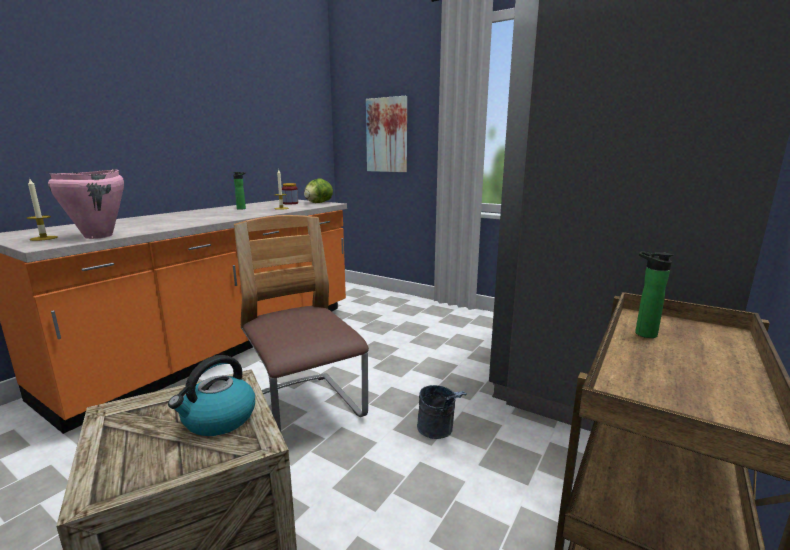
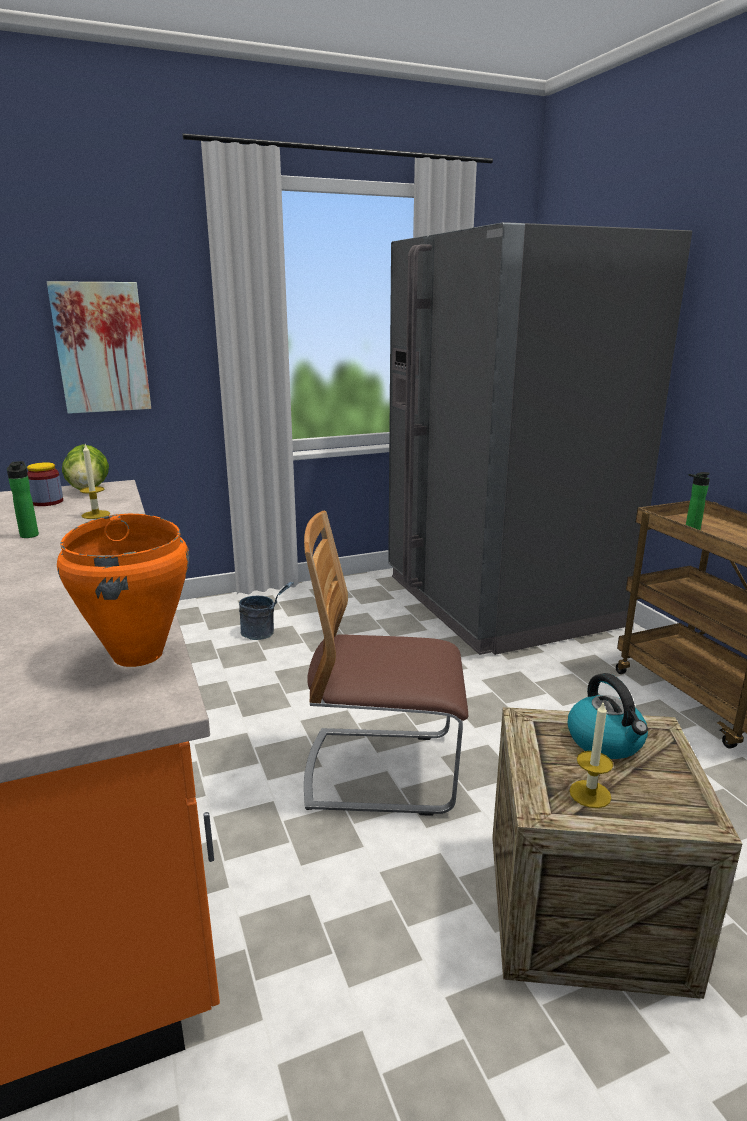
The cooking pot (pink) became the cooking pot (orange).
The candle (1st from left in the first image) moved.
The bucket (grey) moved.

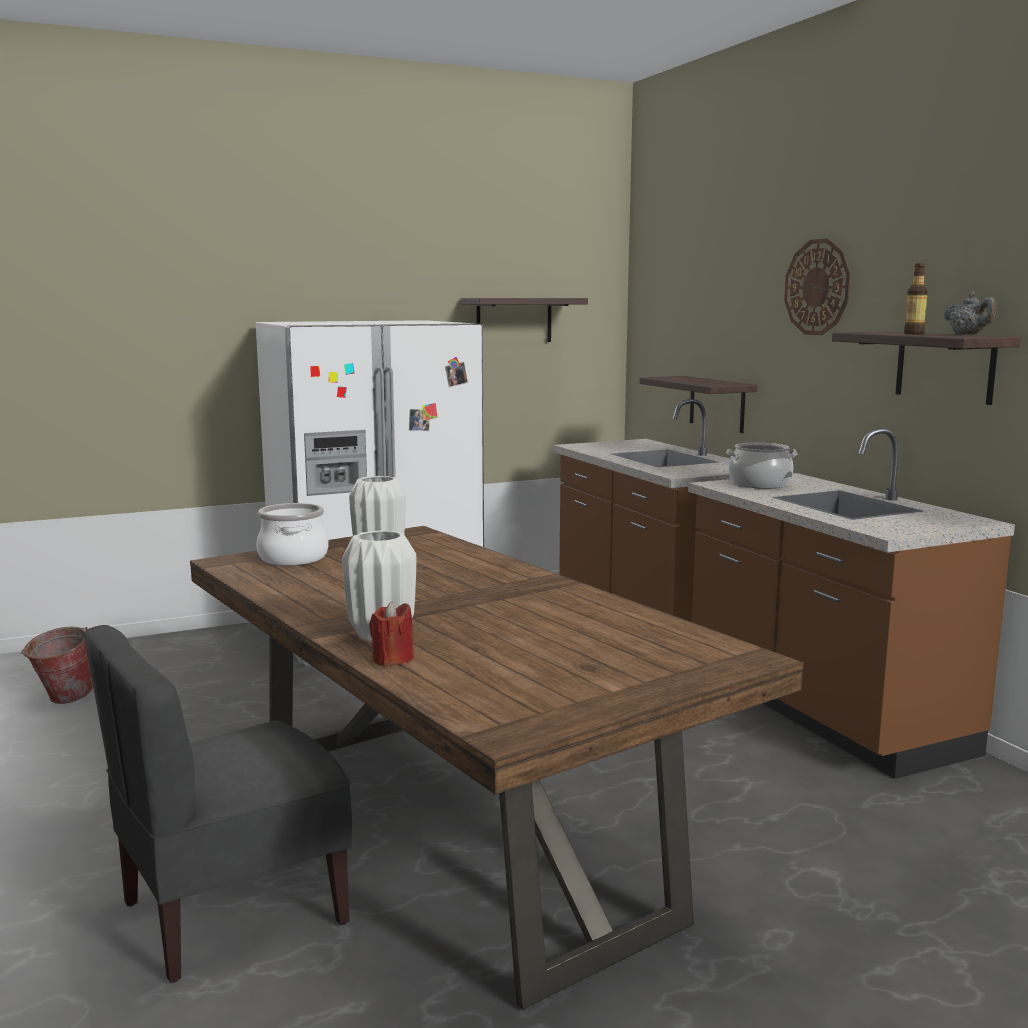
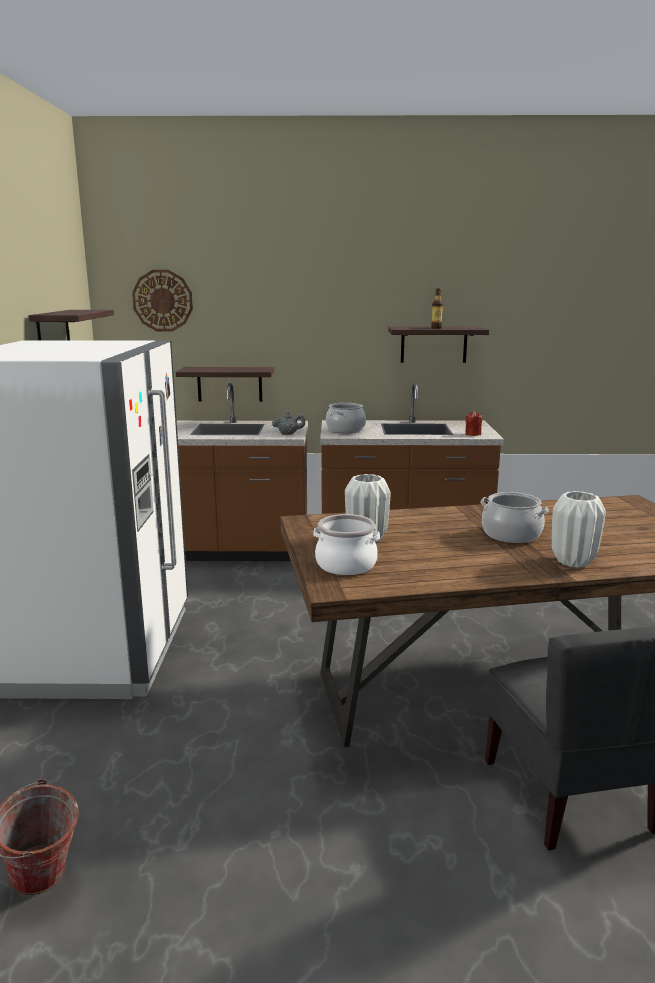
The wall clock moved.
The teapot (grey) moved.
The candle (red) moved.
The cooking pot (3rd from left) appeared.

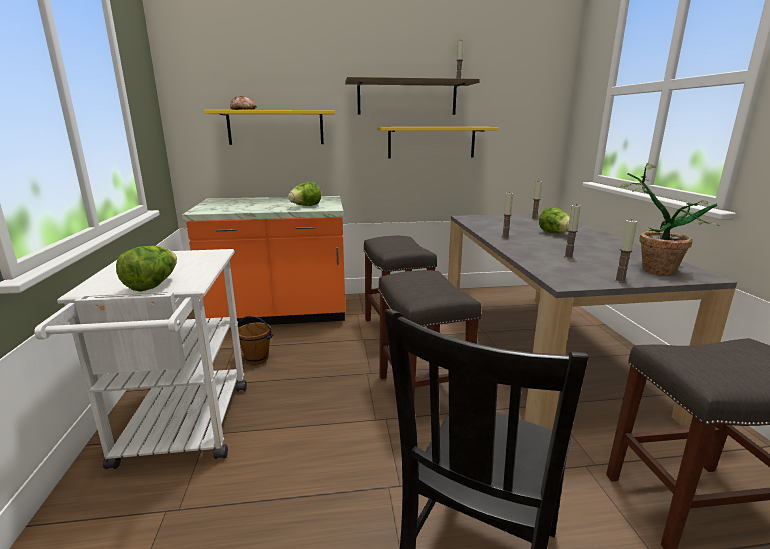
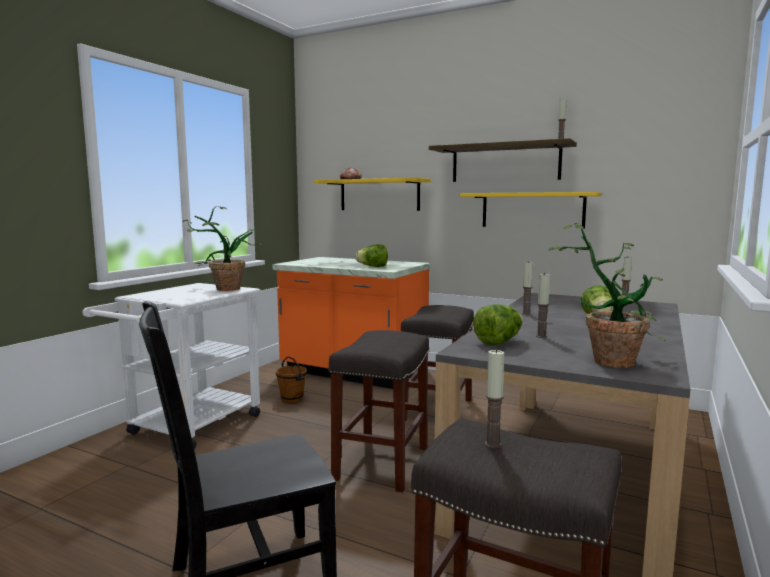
The candle (5th from left in the first image) moved.
The lettuce (1st from left in the first image) moved.
The potted plant (1st from left) appeared.

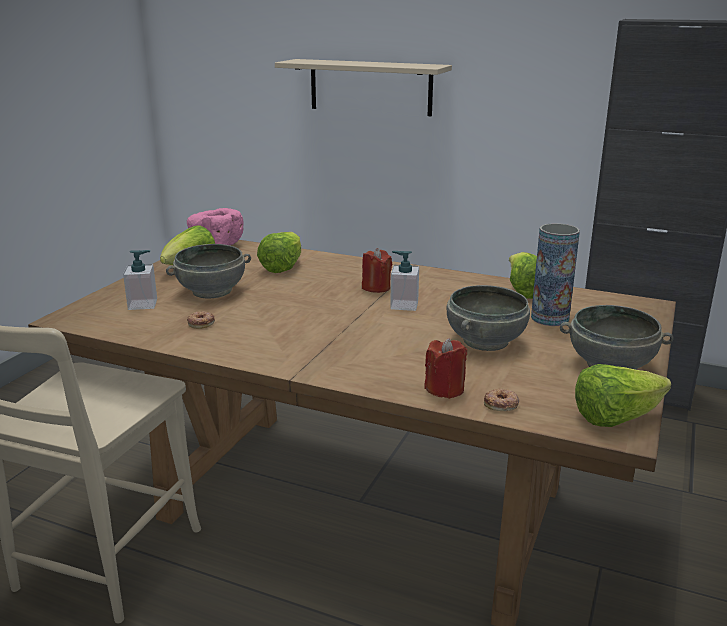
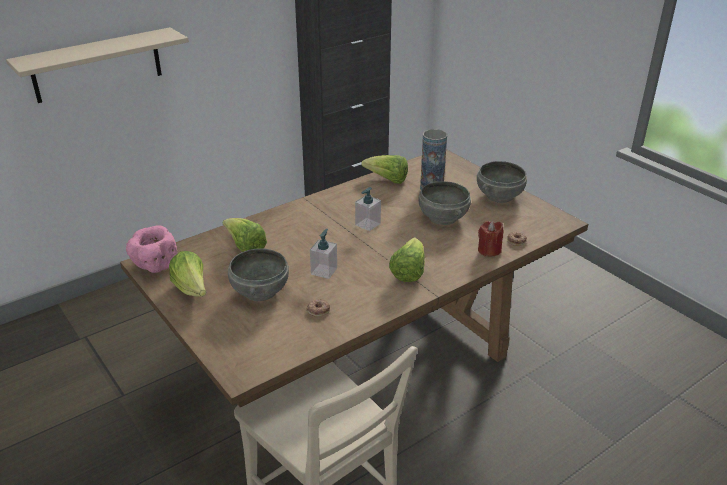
The candle (red) (1st from left) disappeared.
The soap dispenser (1st from left) moved.
The lettuce (4th from left) moved.

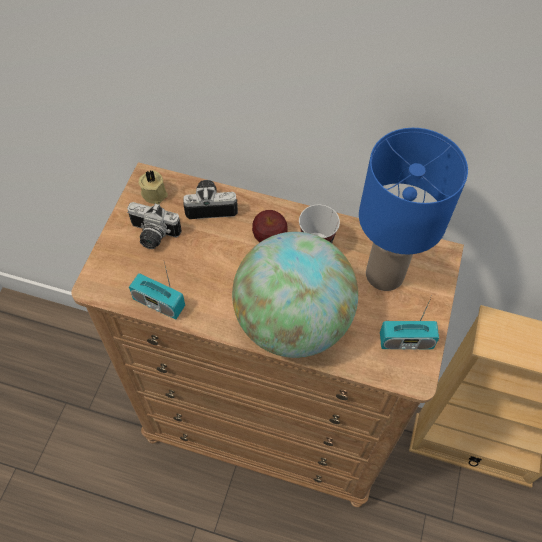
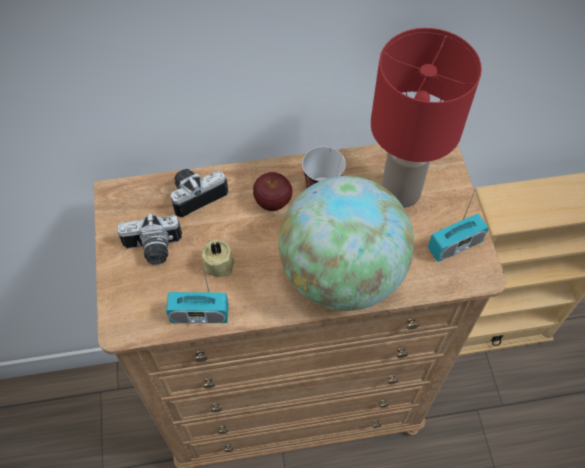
The table lamp (blue) became the table lamp (red).
The candle (beige) moved.

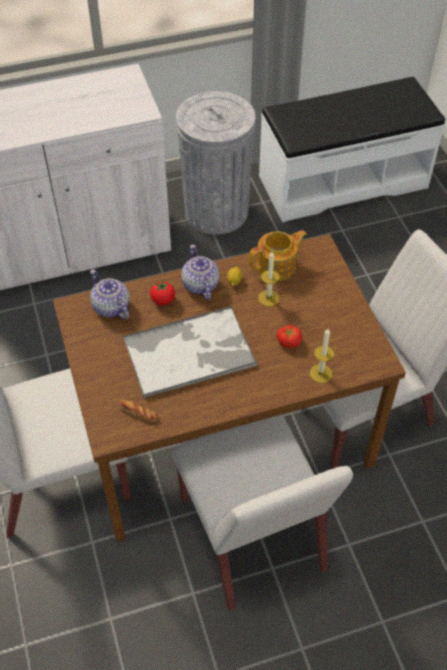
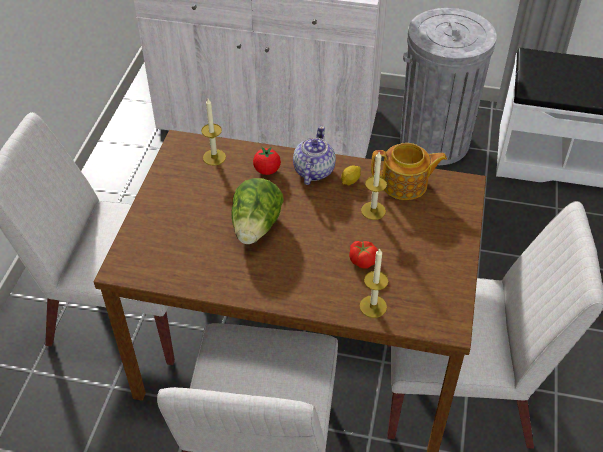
The teapot (1st from left) was replaced by the candle (1st from left).
The tray was replaced by the lettuce.
The bread disappeared.

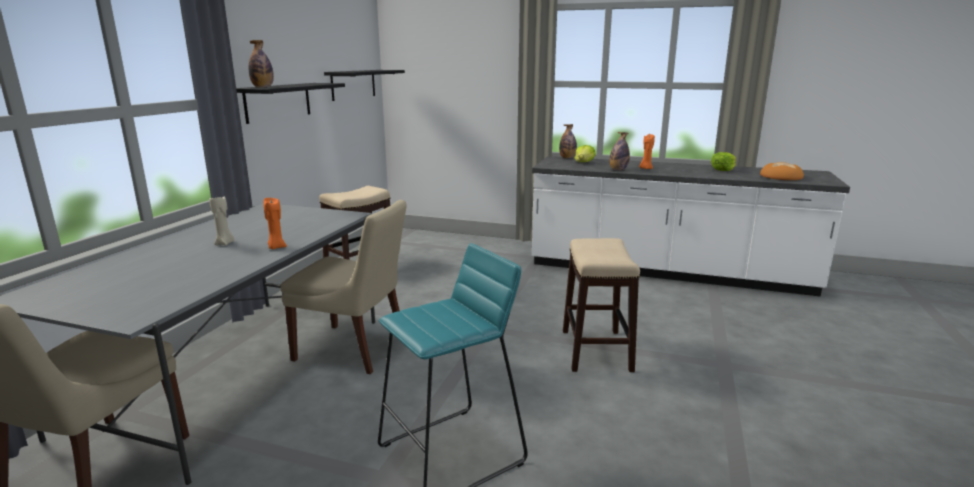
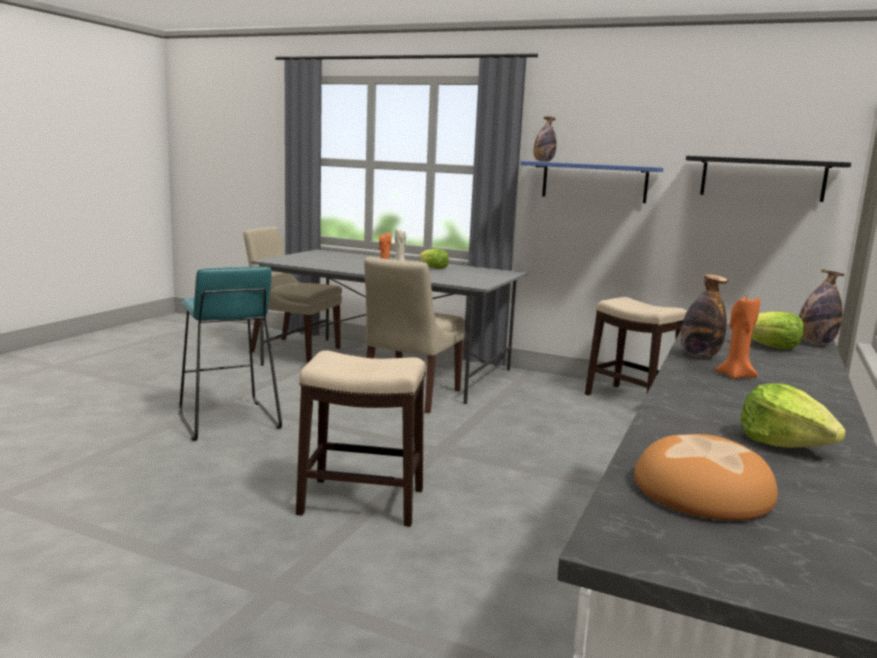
The shelf (black) (1st from left) became the shelf (blue).
The lettuce (1st from left) appeared.

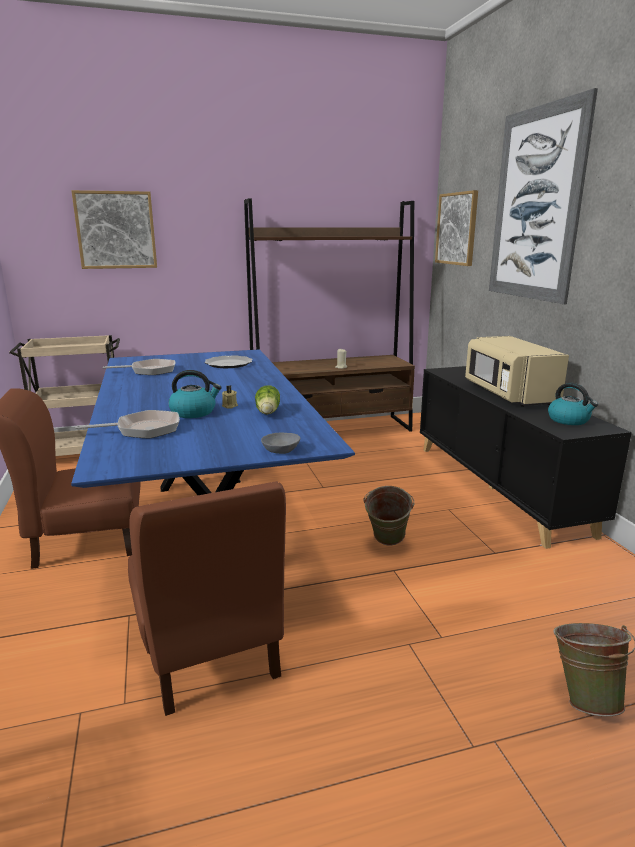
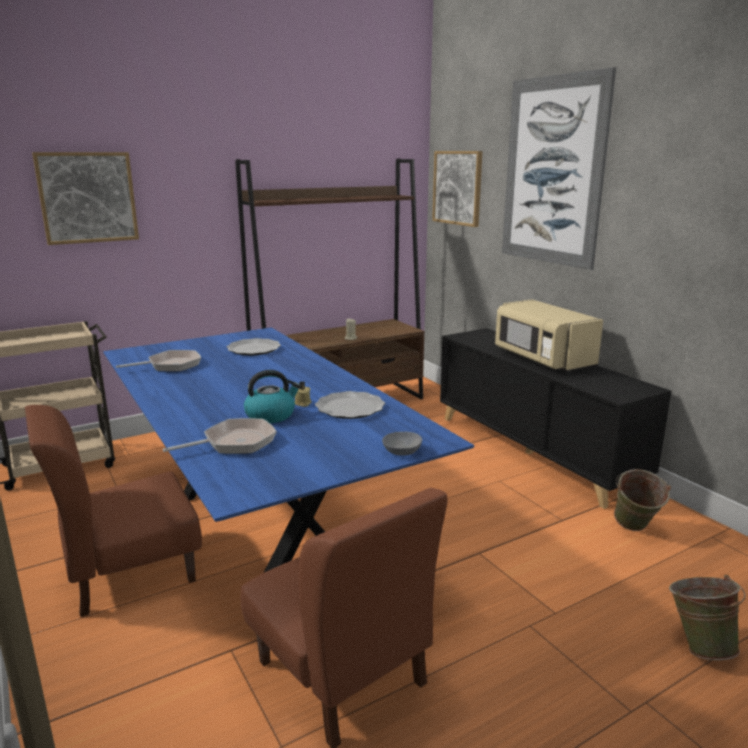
The kettle (2nd from left) disappeared.
The lettuce was replaced by the plate (2nd from left).
The bucket (green) (1st from left) moved.

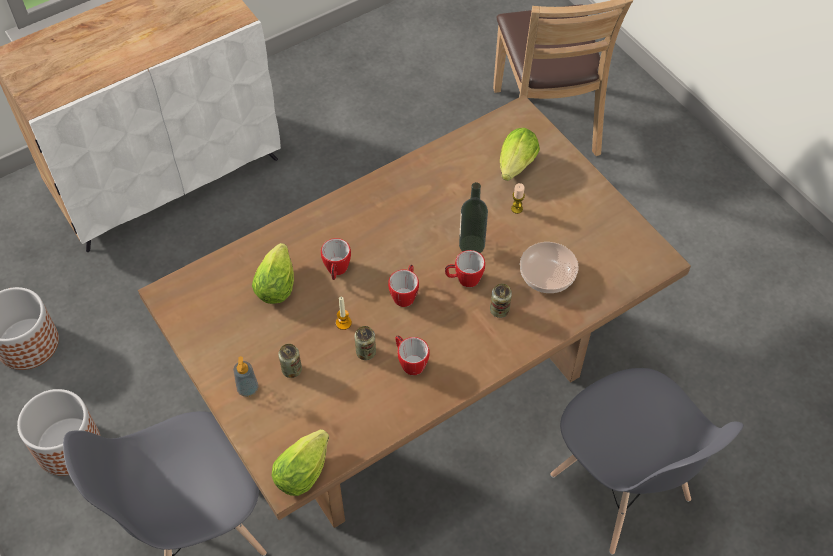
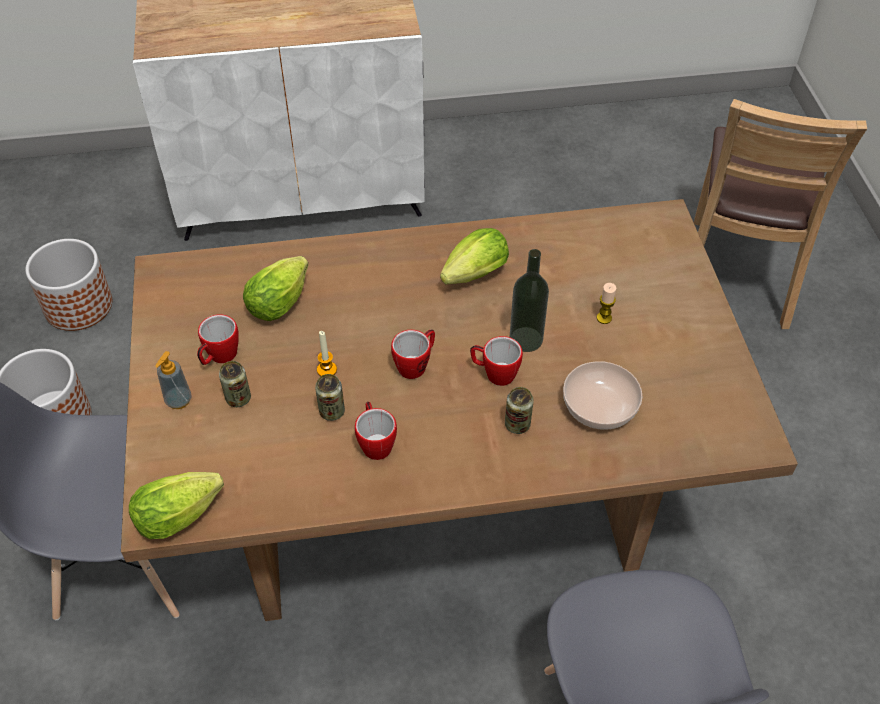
The lettuce (3rd from left) moved.
The mug (1st from left) moved.

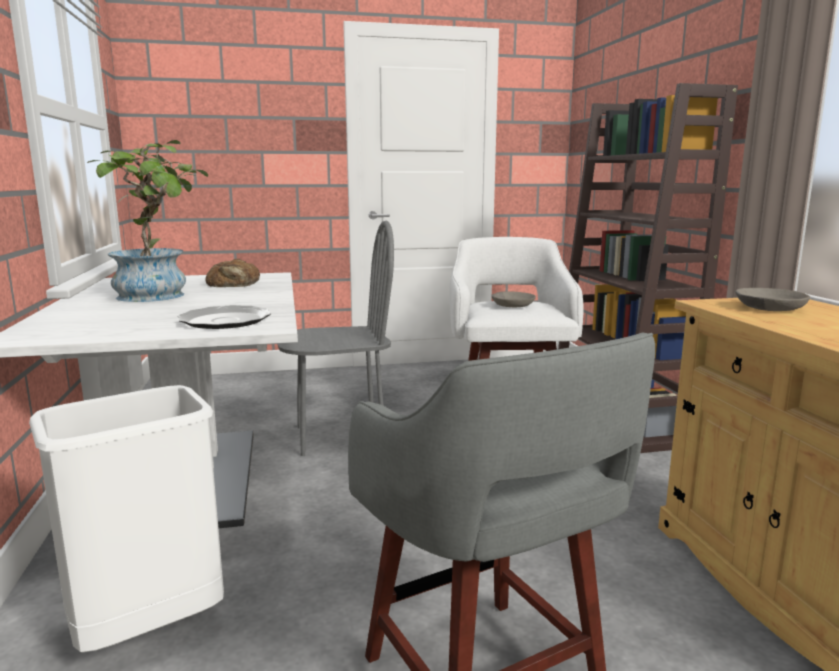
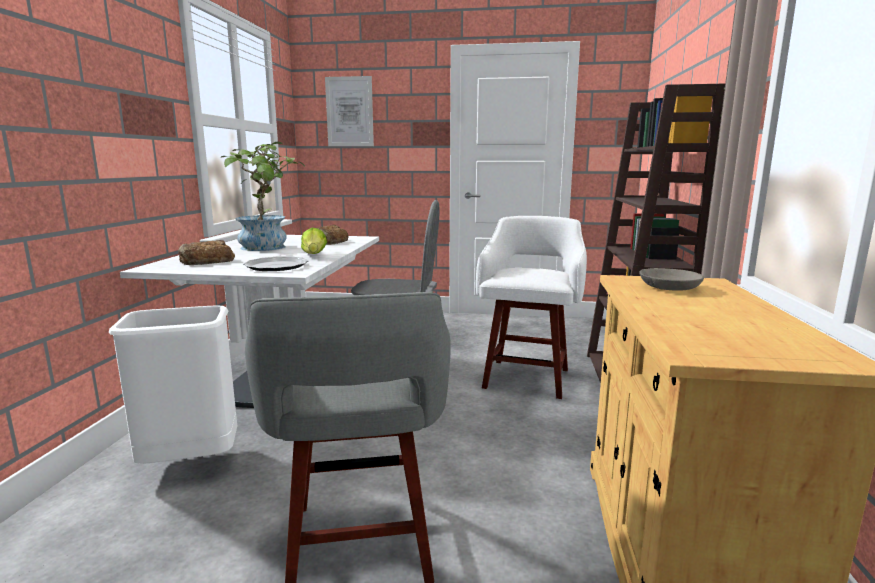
The bowl (grey) (1st from left) disappeared.
The picture appeared.
The lettuce appeared.
The bread (1st from left) appeared.

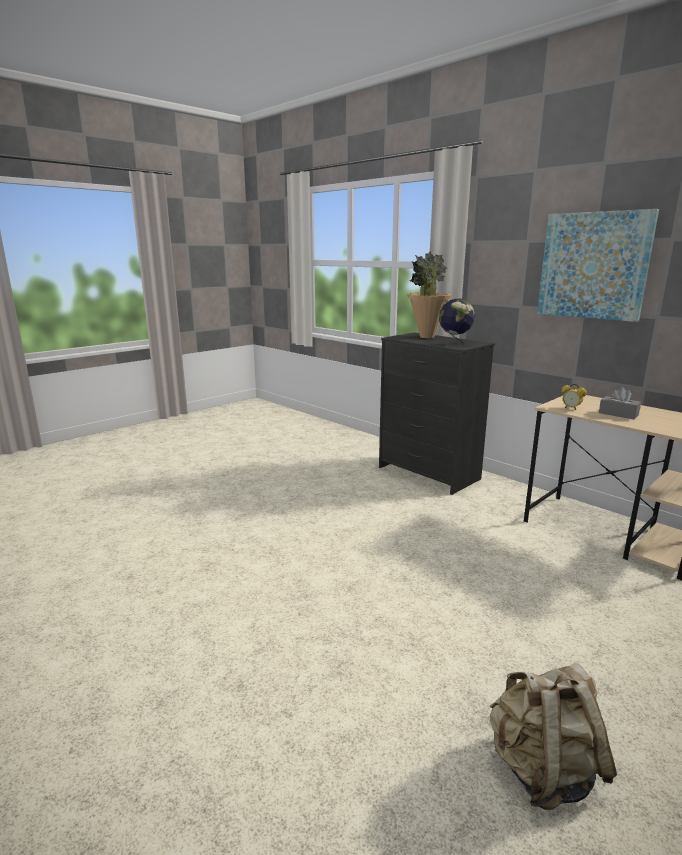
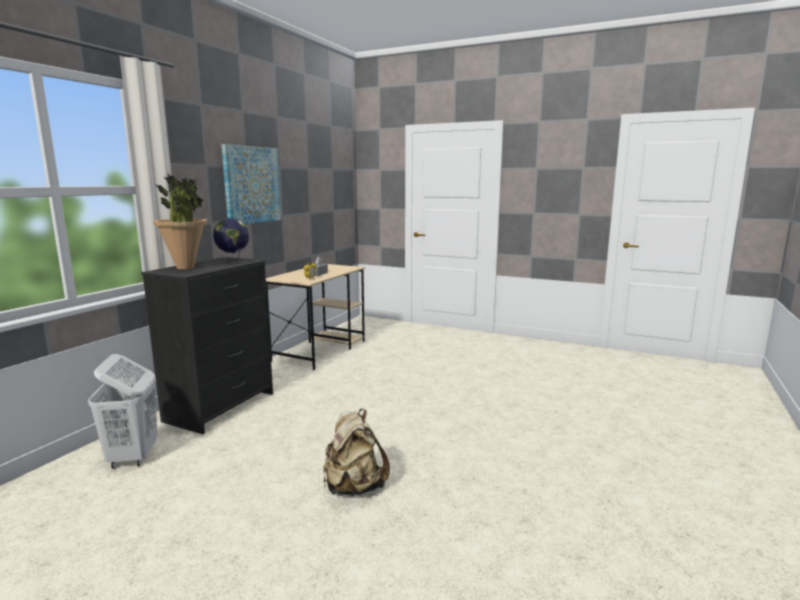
The backpack (beige) moved.
The laundry basket (white) appeared.

